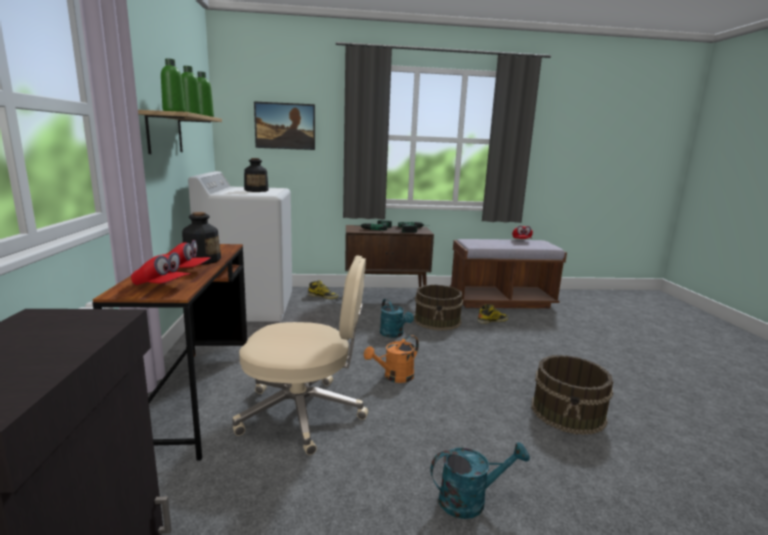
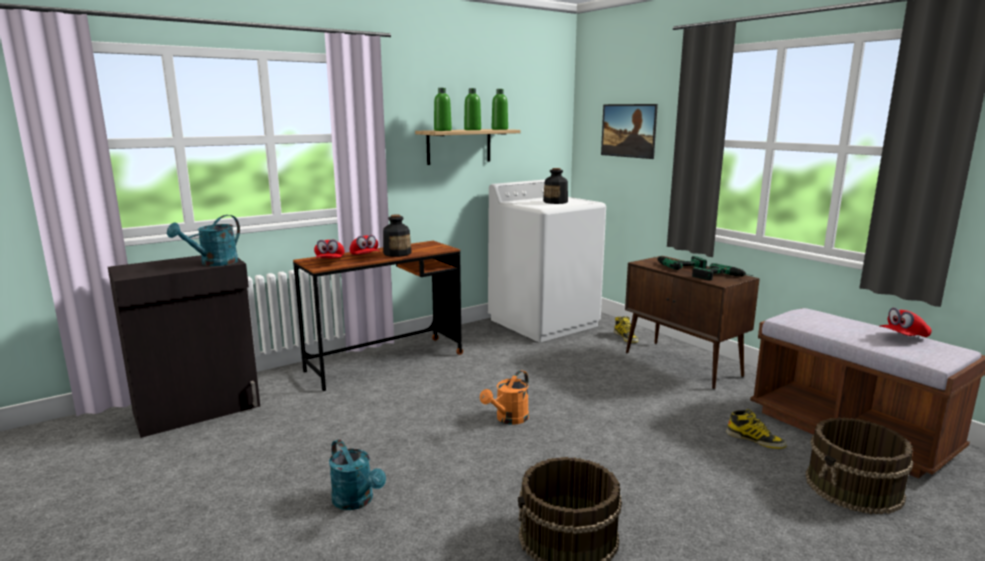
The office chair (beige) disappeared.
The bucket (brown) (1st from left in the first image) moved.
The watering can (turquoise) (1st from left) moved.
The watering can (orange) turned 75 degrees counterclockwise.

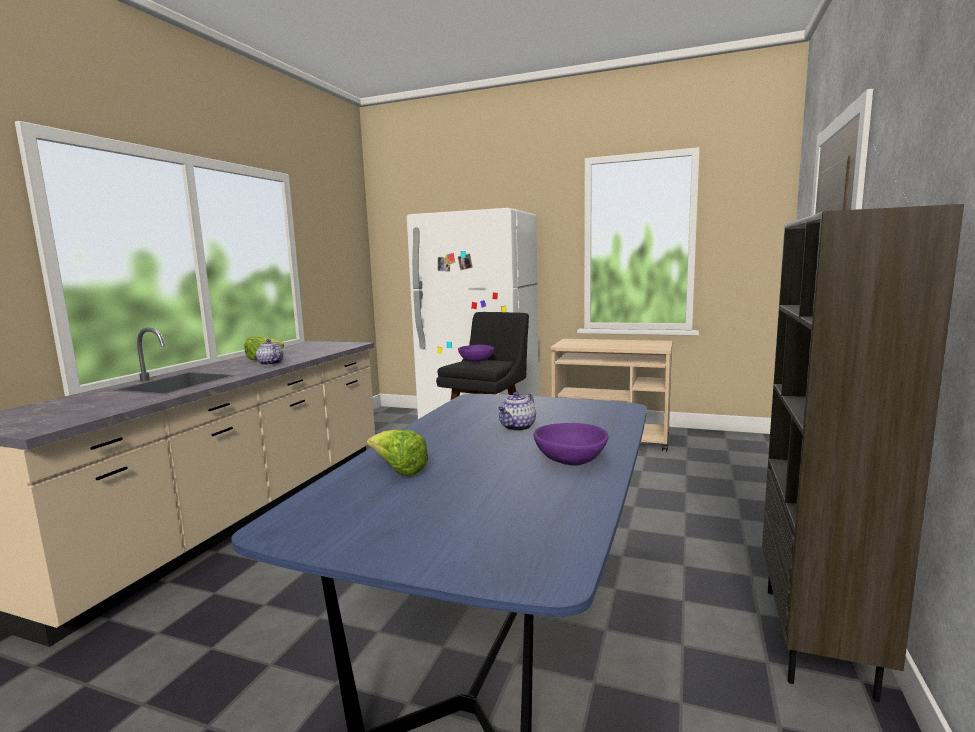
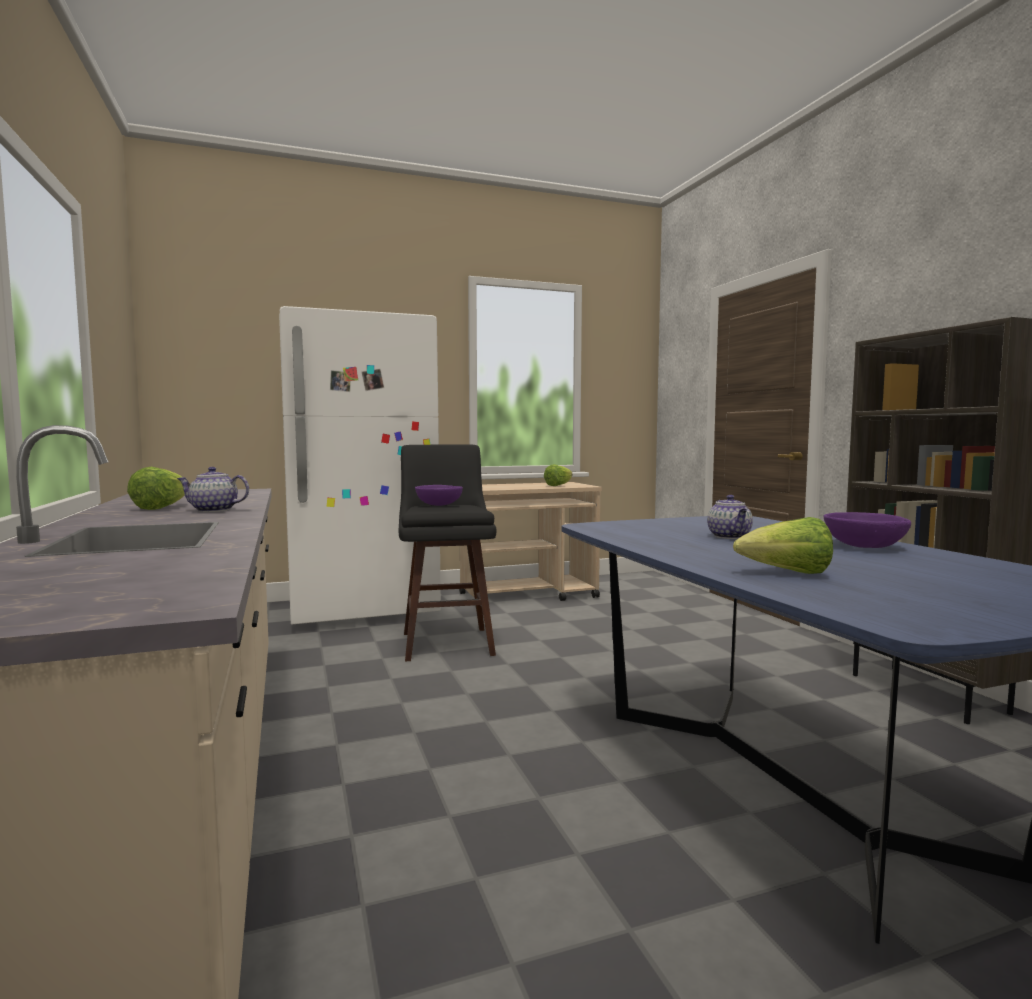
The lettuce (2nd from left) appeared.

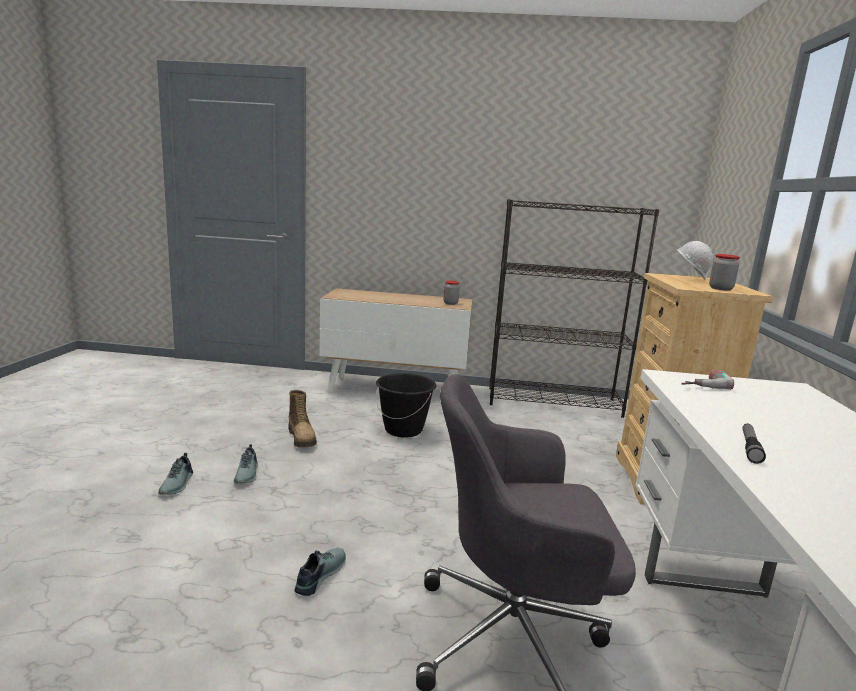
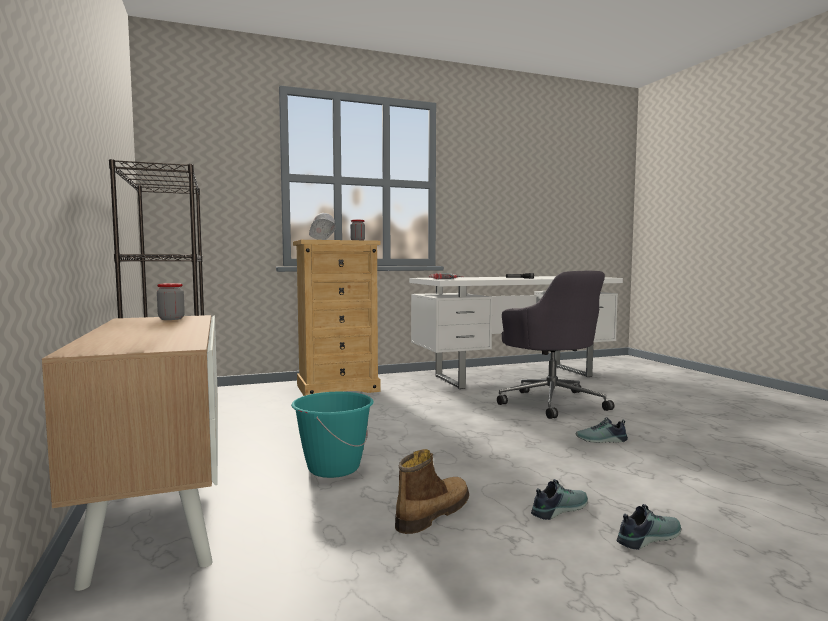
The bucket (black) became the bucket (turquoise).

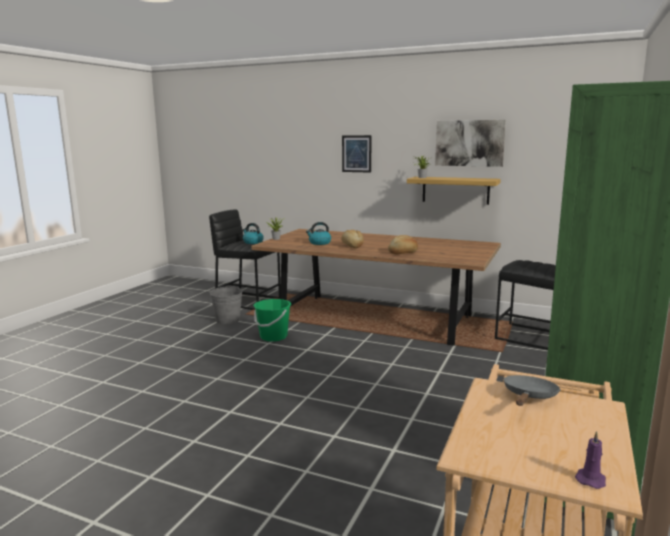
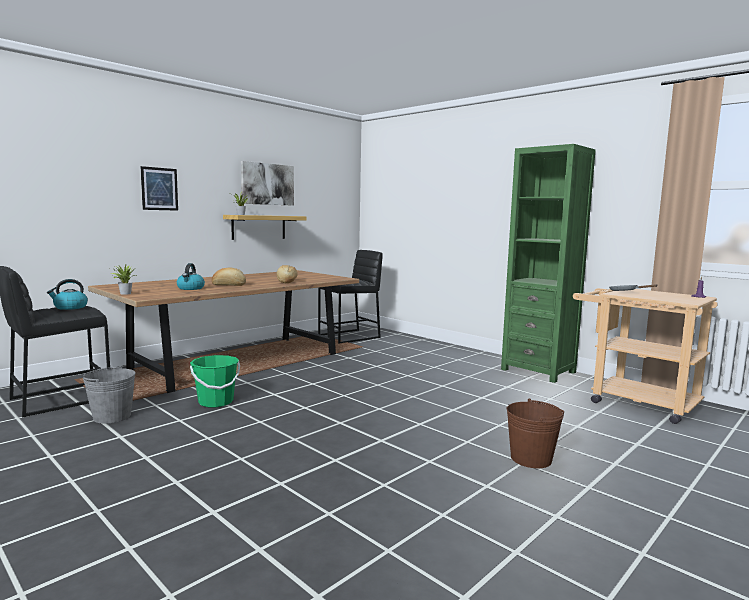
The bucket (brown) appeared.

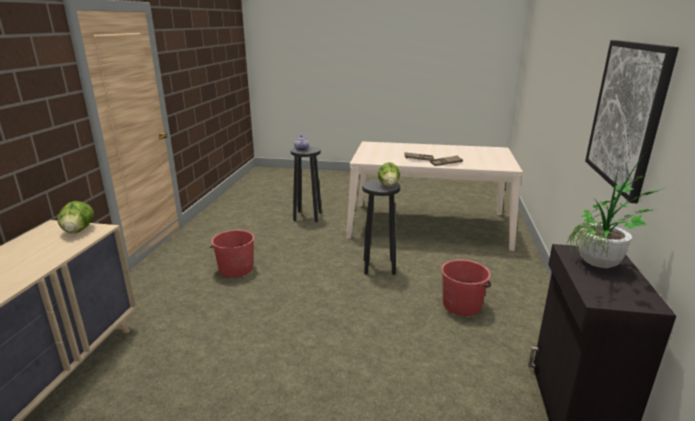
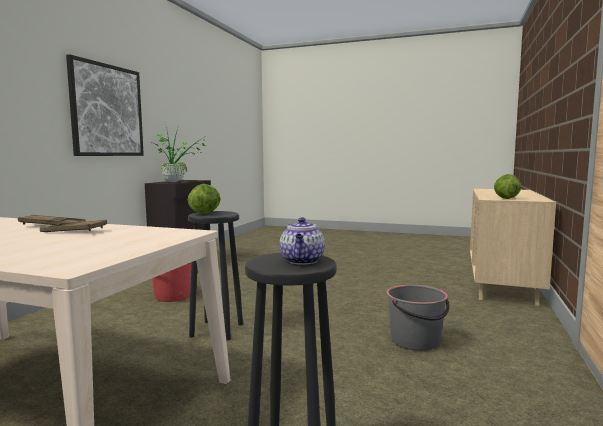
The bucket (red) (1st from left) became the bucket (grey).

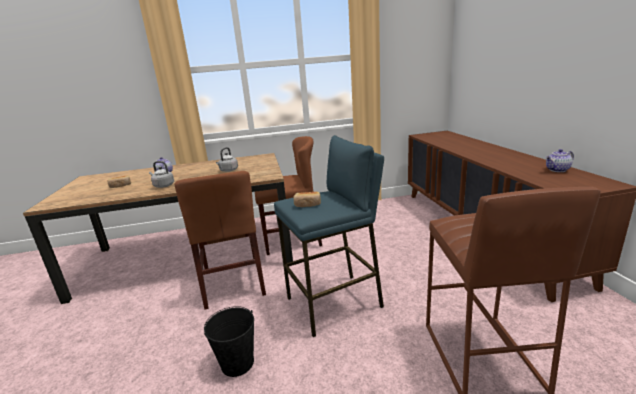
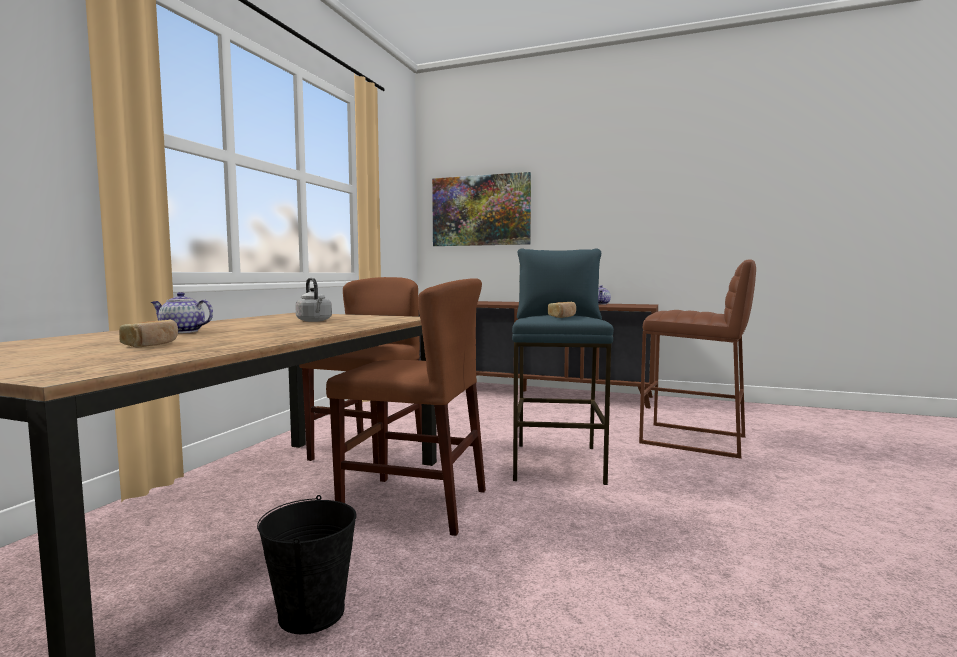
The kettle (grey) (1st from left) disappeared.
The bucket (black) moved.
The picture appeared.

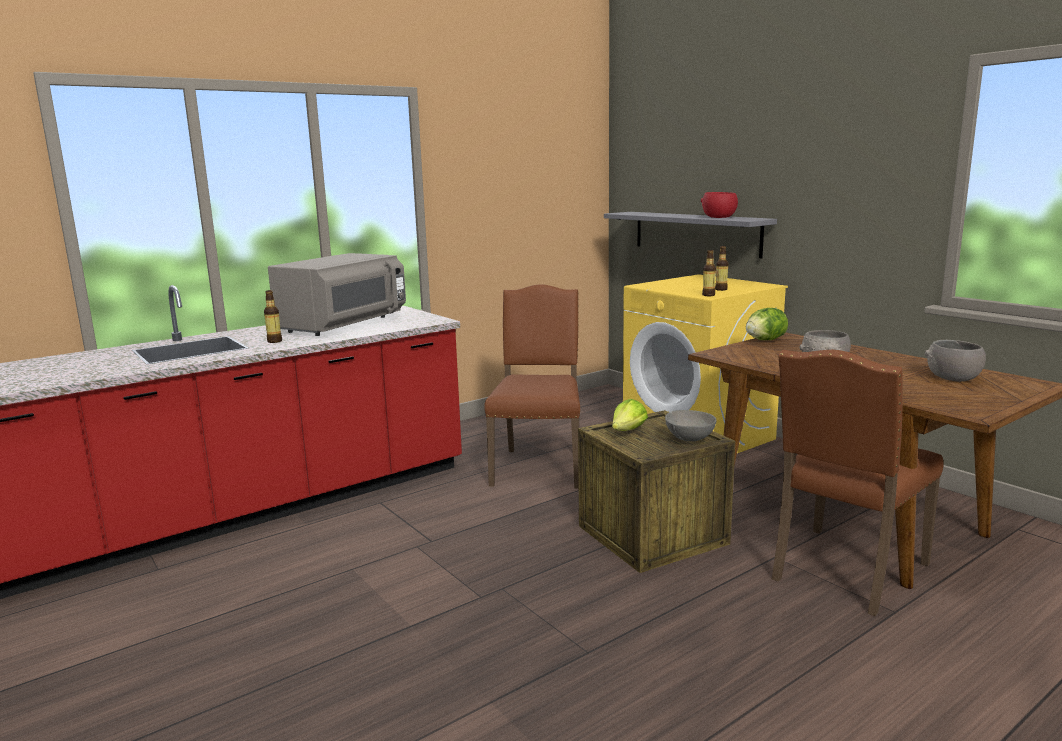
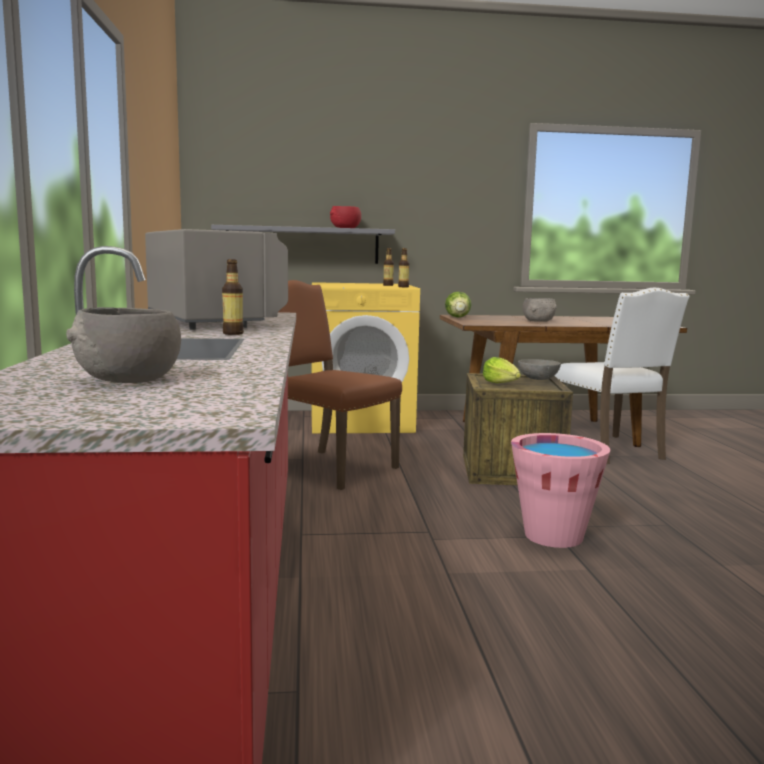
The bowl (grey) (3rd from left in the first image) moved.
The chair (brown) (2nd from left) became the chair (white).
The bucket (pink) appeared.

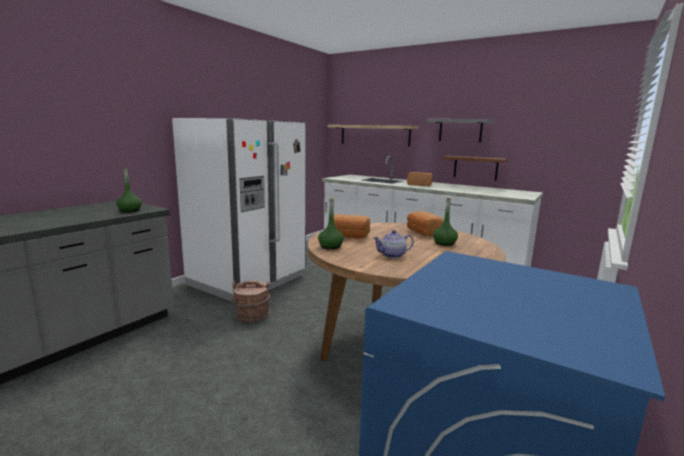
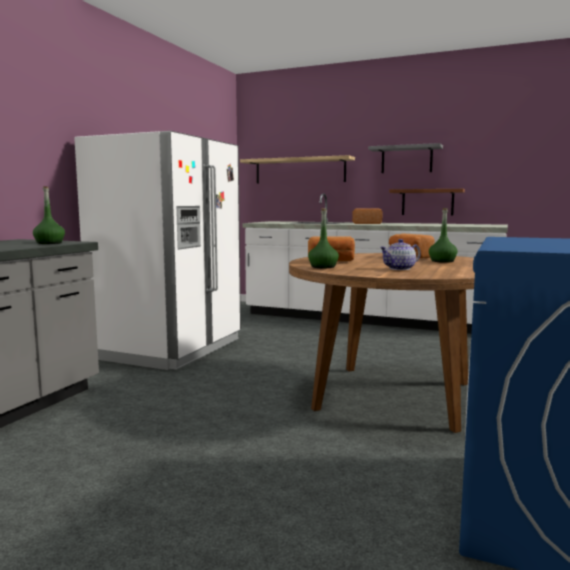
The bucket (brown) disappeared.

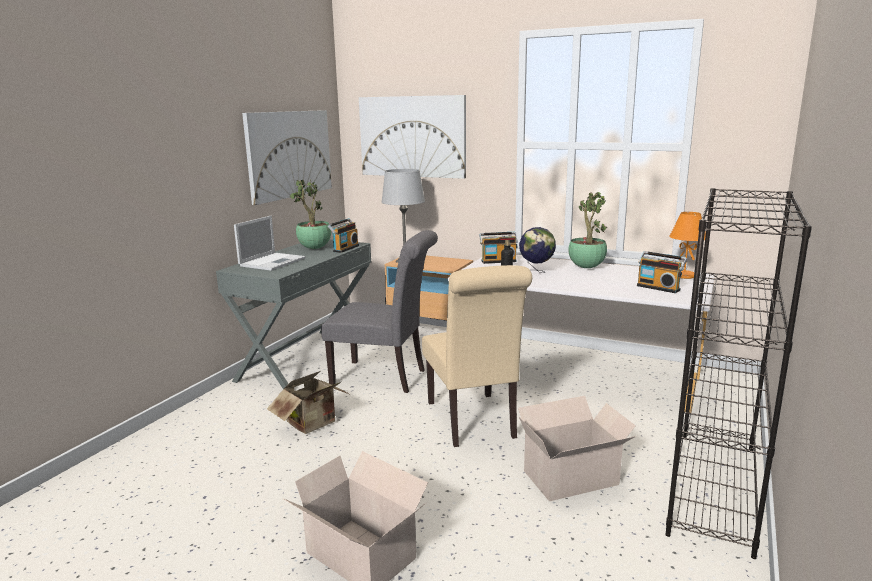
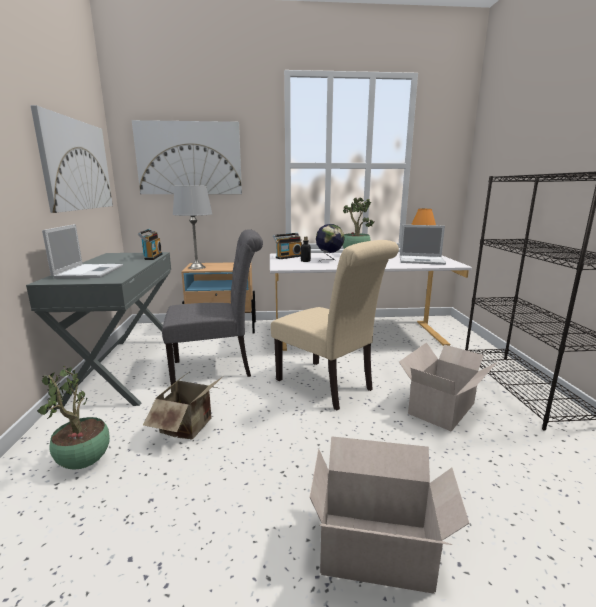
The potted plant (1st from left) moved.
The radio (3rd from left) was replaced by the laptop (2nd from left).

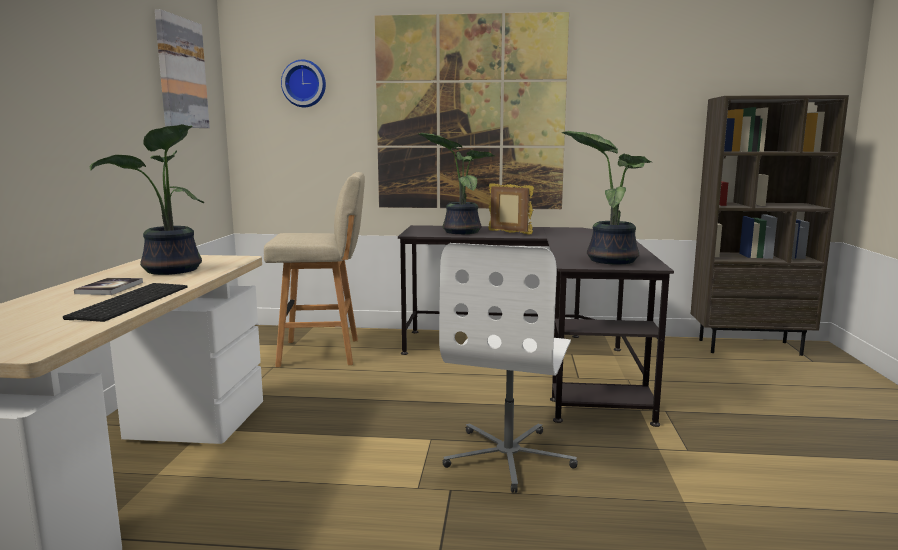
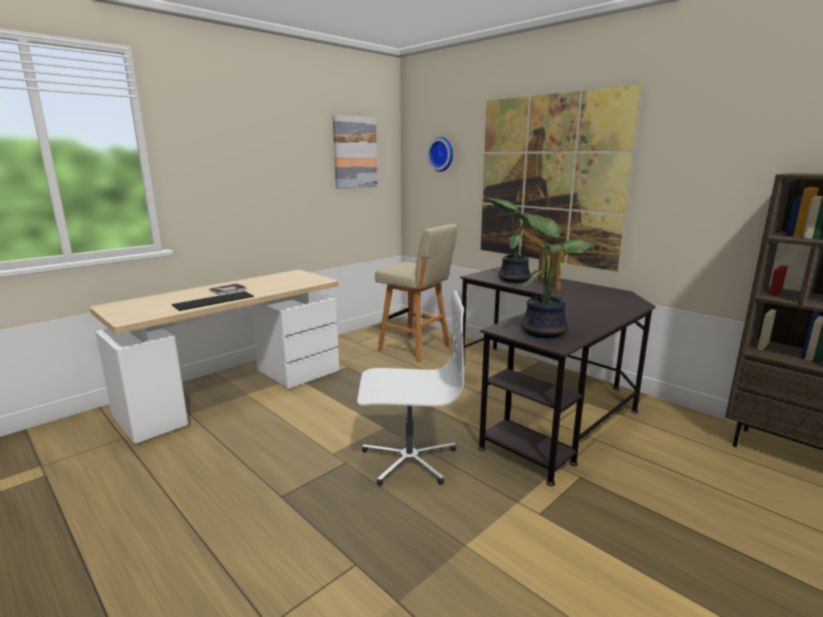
The potted plant (1st from left) disappeared.
The office chair (white) turned 150 degrees counterclockwise.

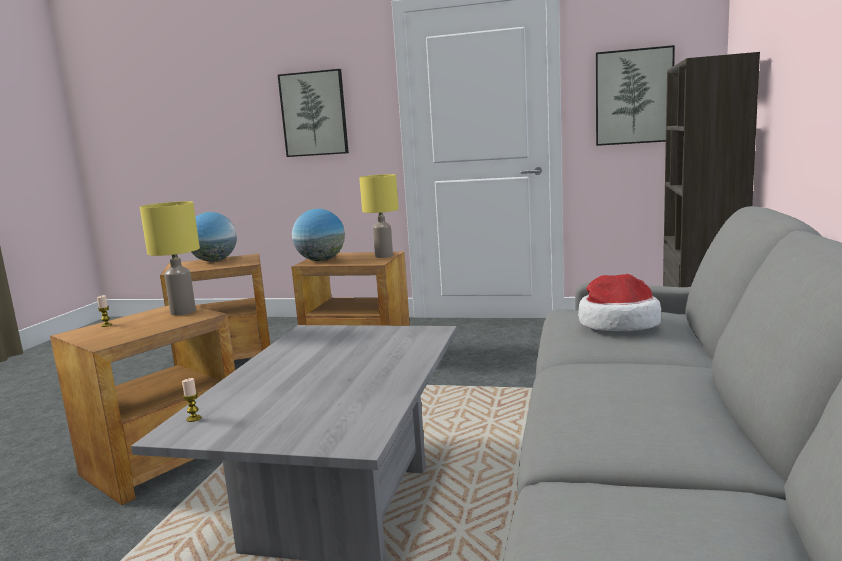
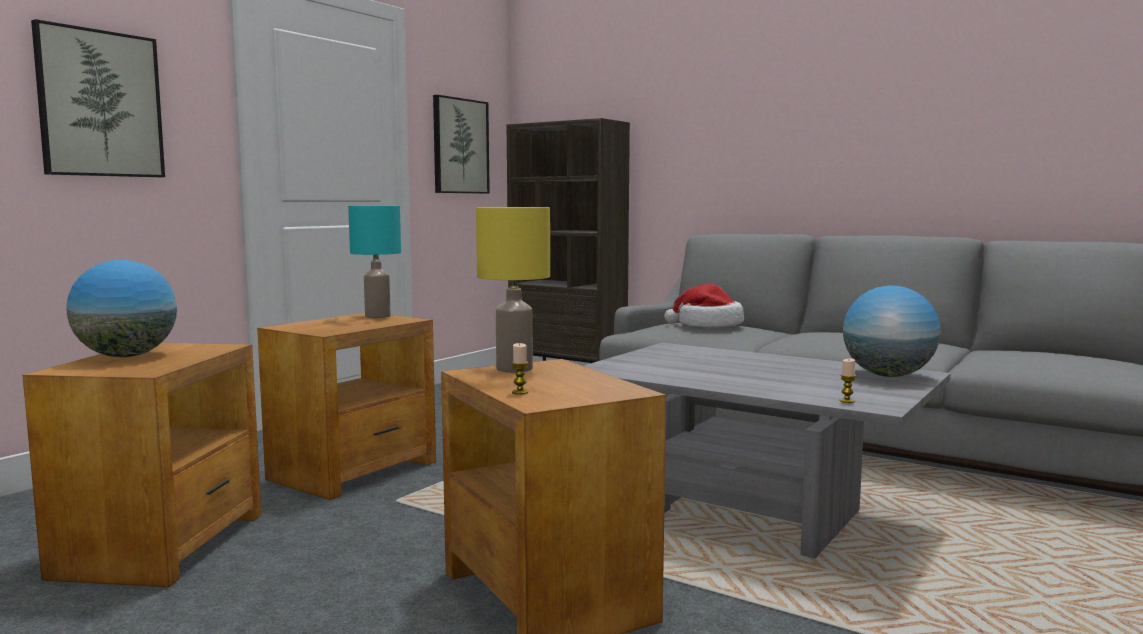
The table lamp (yellow) (2nd from left) became the table lamp (turquoise).
The globe (2nd from left) moved.

